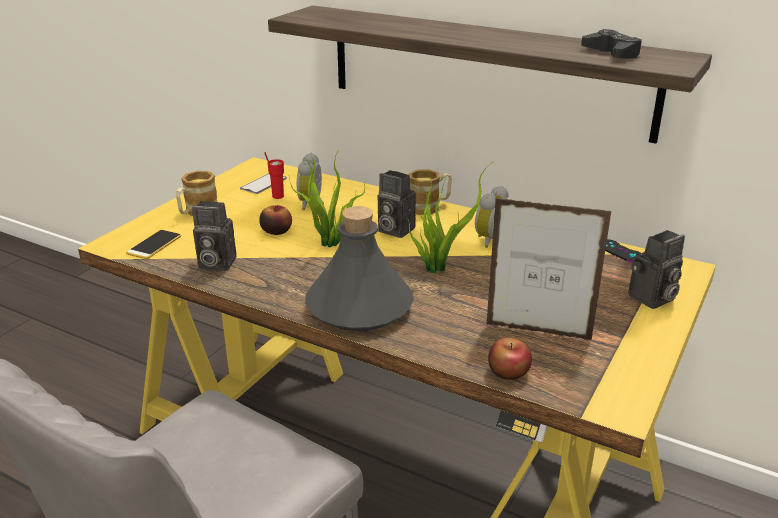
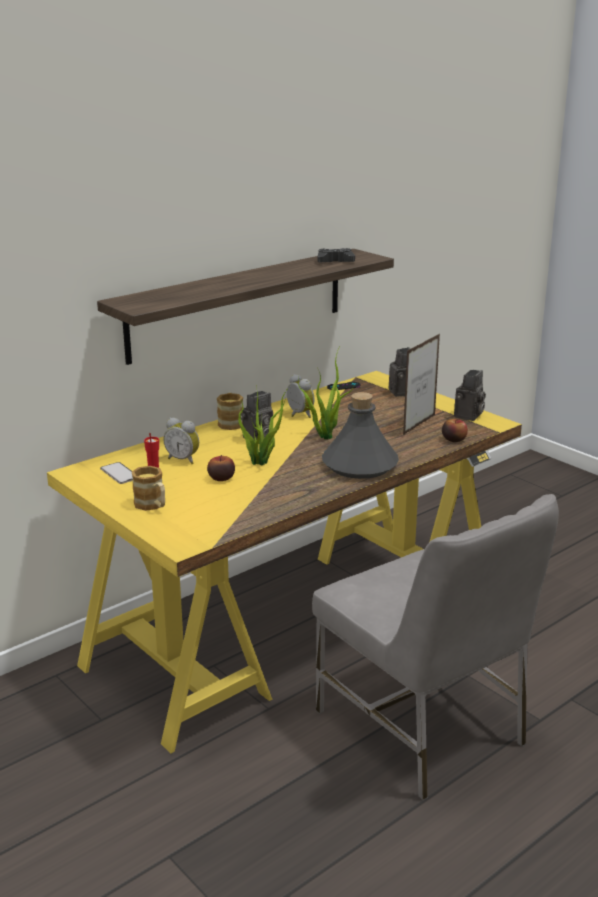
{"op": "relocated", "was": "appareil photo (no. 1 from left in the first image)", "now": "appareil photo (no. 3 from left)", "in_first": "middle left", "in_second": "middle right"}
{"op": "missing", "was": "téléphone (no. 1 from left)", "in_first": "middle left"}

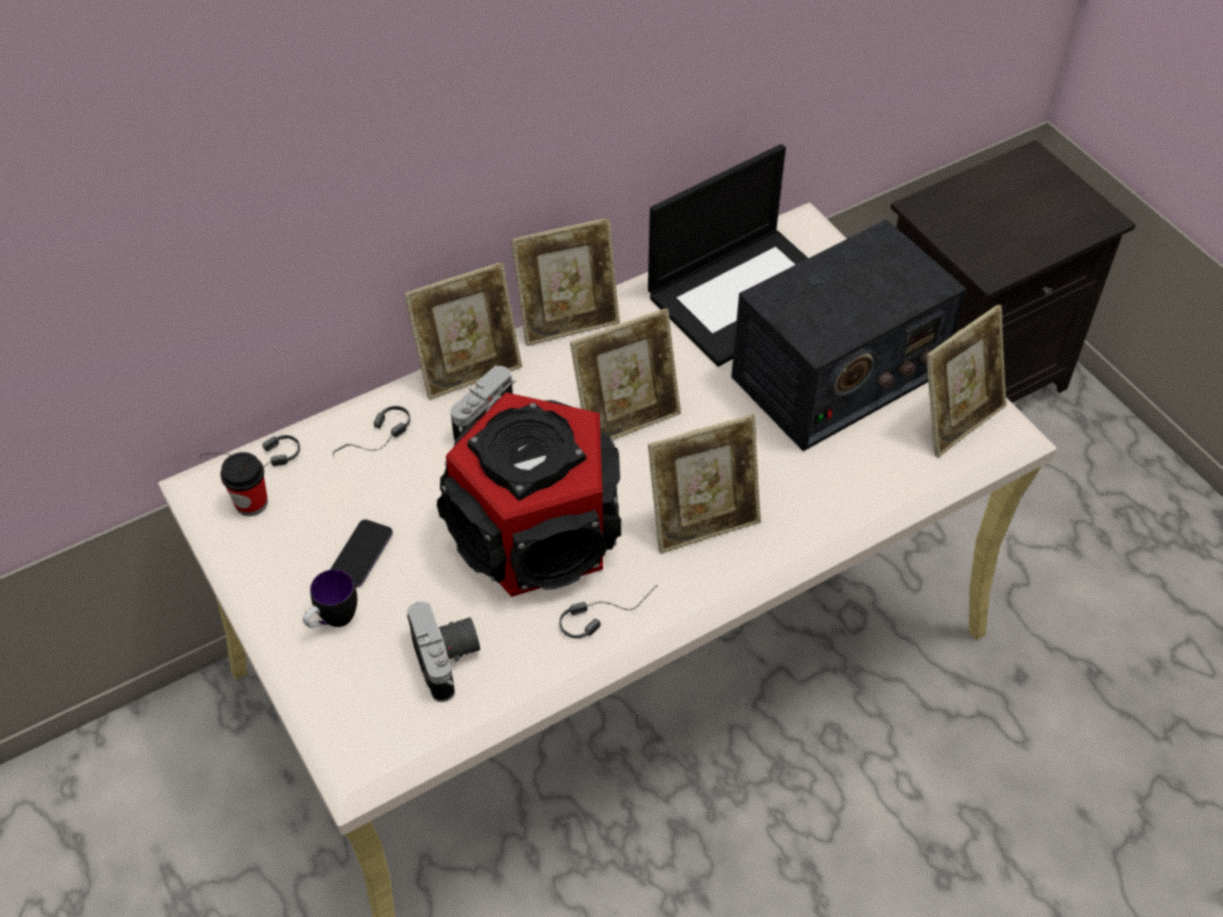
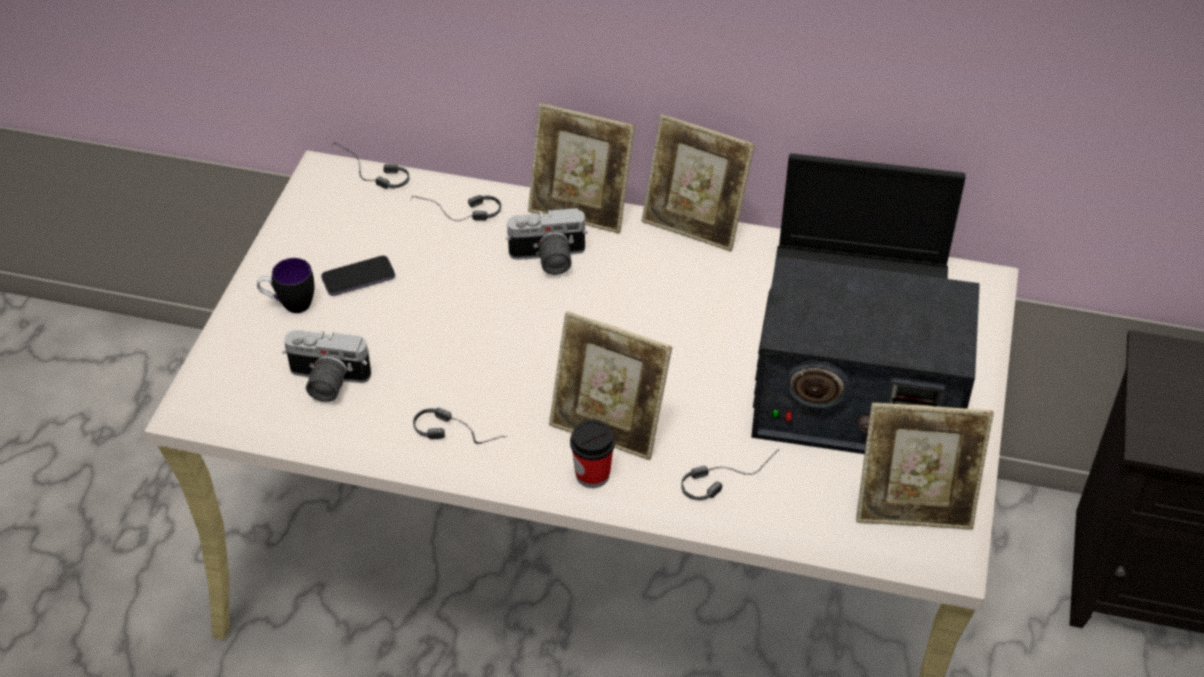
{"op": "missing", "was": "cadre photo (no. 3 from left)", "in_first": "centre"}
{"op": "missing", "was": "enceinte", "in_first": "centre"}
{"op": "relocated", "was": "tasse", "in_first": "middle left", "in_second": "bottom centre"}
{"op": "spun", "was": "appareil photo (no. 1 from left)", "in_first": "bottom centre", "in_second": "middle left", "clockwise": 75}
{"op": "appeared", "now": "casque audio (no. 4 from left)", "in_second": "bottom centre"}

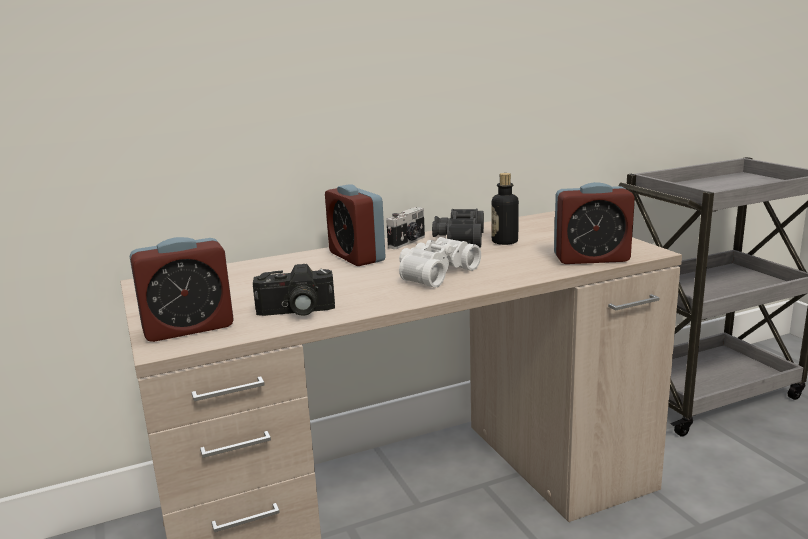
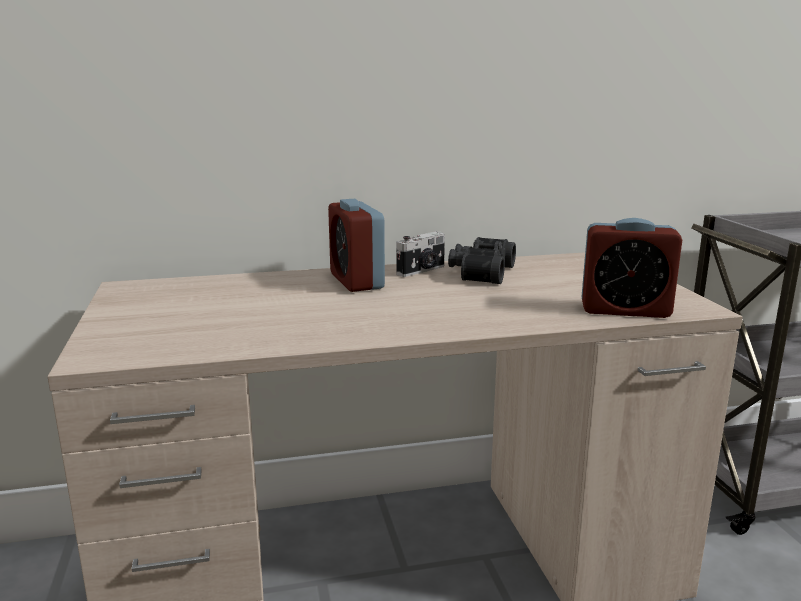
{"op": "missing", "was": "bouteille", "in_first": "centre"}
{"op": "missing", "was": "réveil (no. 1 from left)", "in_first": "middle left"}
{"op": "missing", "was": "jumelles (blanc)", "in_first": "centre"}
{"op": "missing", "was": "appareil photo (no. 1 from left)", "in_first": "centre"}

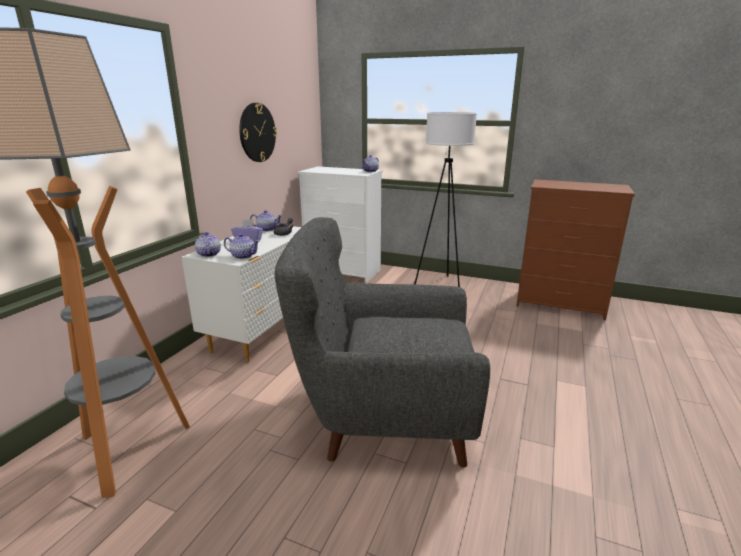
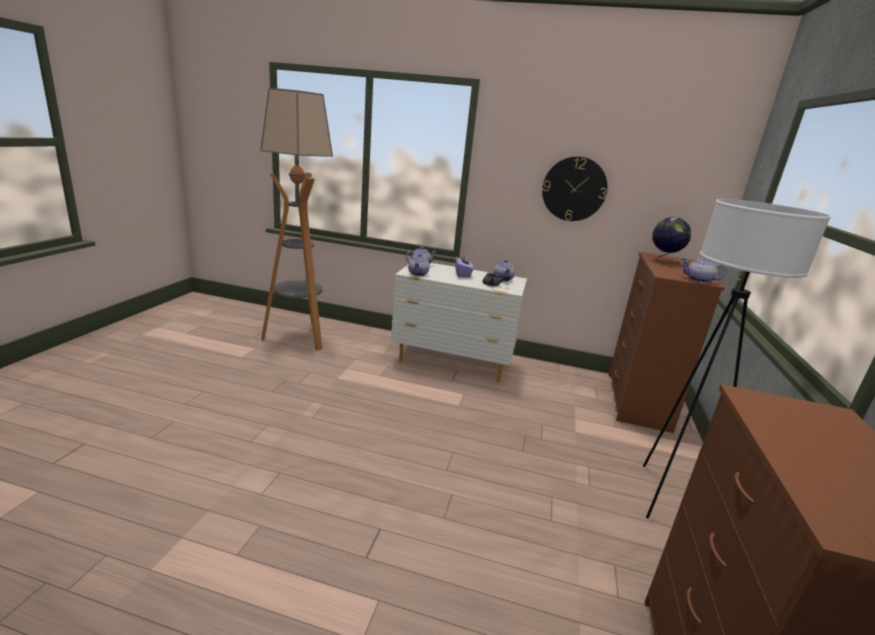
{"op": "colour", "was": "commode (blanc) (no. 2 from left)", "now": "commode (marron) (no. 1 from left)", "in_first": "centre", "in_second": "middle right"}
{"op": "missing", "was": "fauteuil (gris)", "in_first": "centre"}
{"op": "appeared", "now": "globe", "in_second": "middle right"}

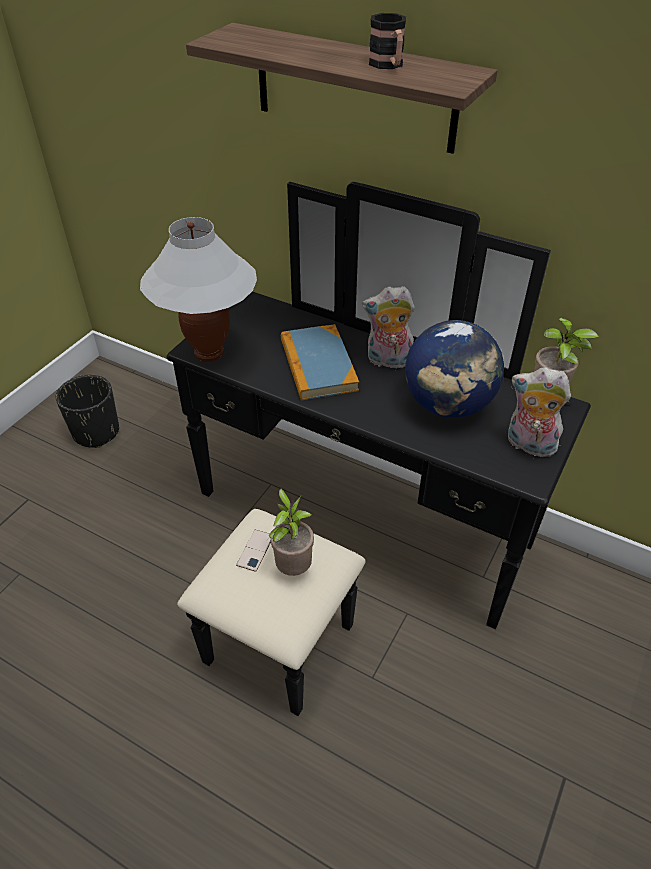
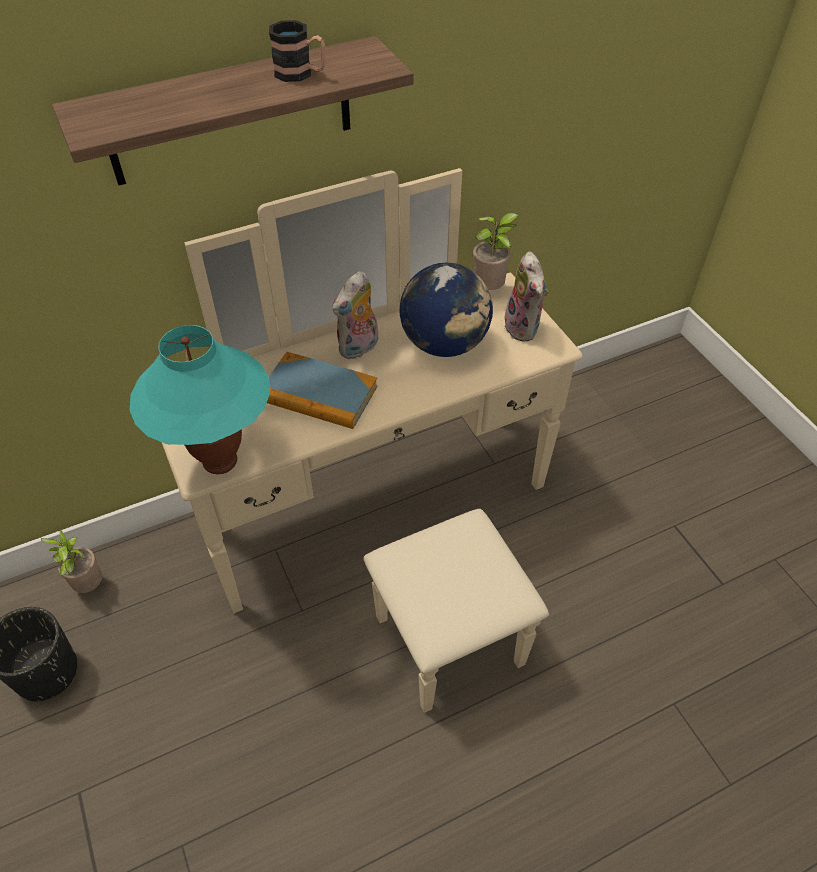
{"op": "colour", "was": "commode (noir)", "now": "commode (beige)", "in_first": "centre", "in_second": "centre"}
{"op": "colour", "was": "lampe de table (blanc)", "now": "lampe de table (turquoise)", "in_first": "top left", "in_second": "middle left"}
{"op": "spun", "was": "peluche (no. 2 from left)", "in_first": "middle right", "in_second": "centre", "clockwise": -75}
{"op": "relocated", "was": "plante en pot (no. 1 from left)", "in_first": "centre", "in_second": "middle left"}
{"op": "missing", "was": "téléphone", "in_first": "centre"}

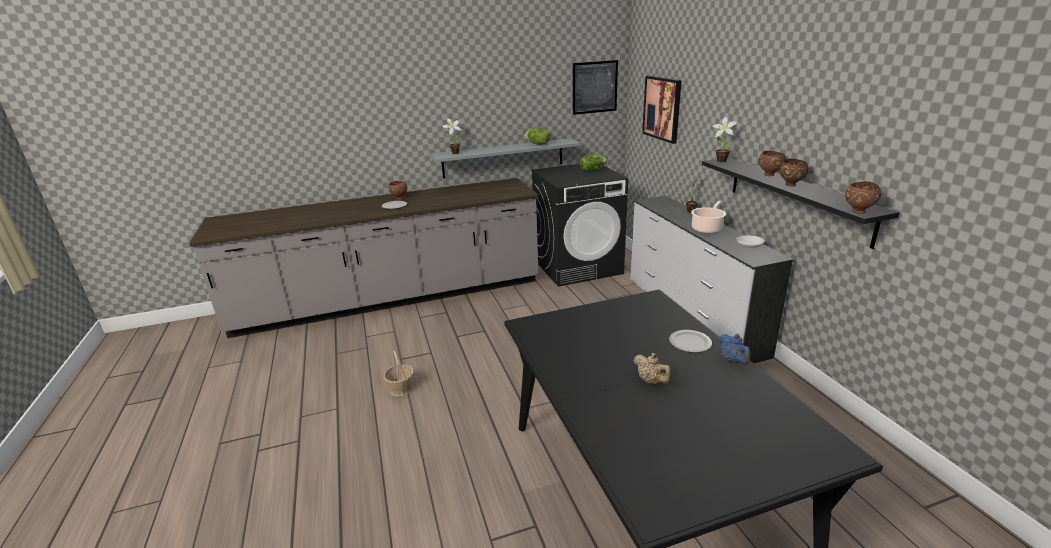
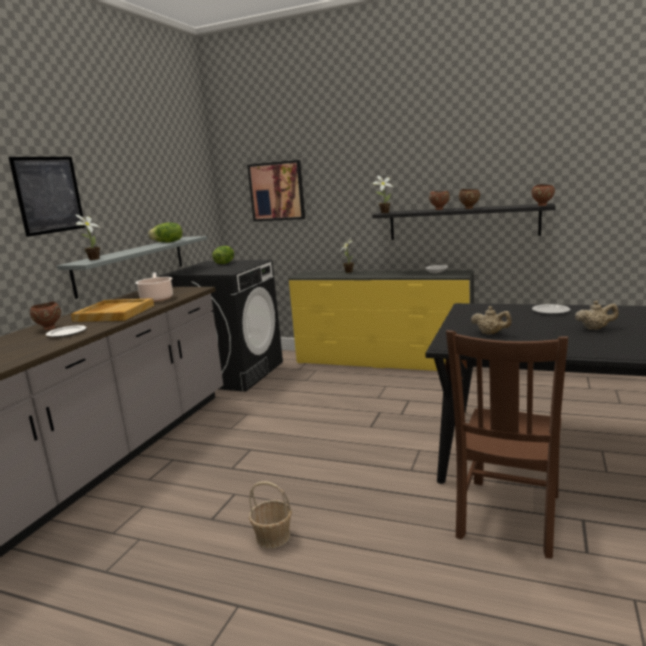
{"op": "relocated", "was": "tableau (no. 1 from left)", "in_first": "top centre", "in_second": "top left"}
{"op": "colour", "was": "commode (blanc)", "now": "commode (jaune)", "in_first": "middle right", "in_second": "centre"}
{"op": "relocated", "was": "marmite", "in_first": "middle right", "in_second": "middle left"}
{"op": "missing", "was": "théière (bleu)", "in_first": "middle right"}
{"op": "appeared", "now": "plateau (beige)", "in_second": "middle left"}
{"op": "appeared", "now": "théière (beige) (no. 1 from left)", "in_second": "middle right"}
{"op": "appeared", "now": "chaise (marron)", "in_second": "bottom right"}

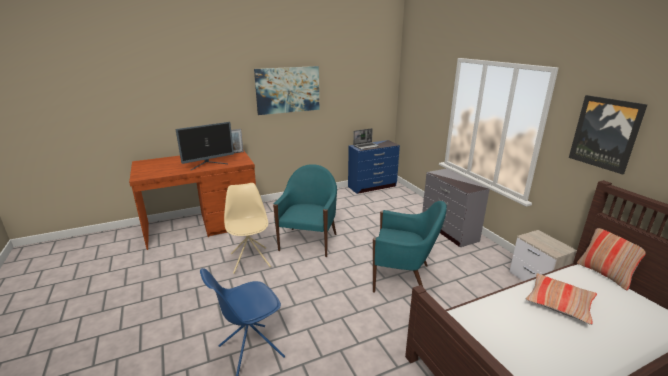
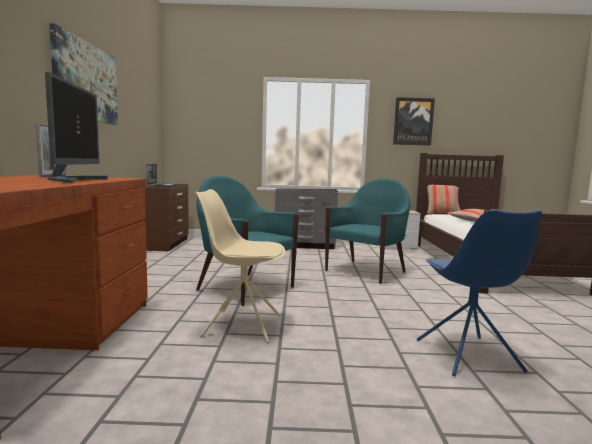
{"op": "colour", "was": "commode (bleu)", "now": "commode (marron)", "in_first": "centre", "in_second": "middle left"}

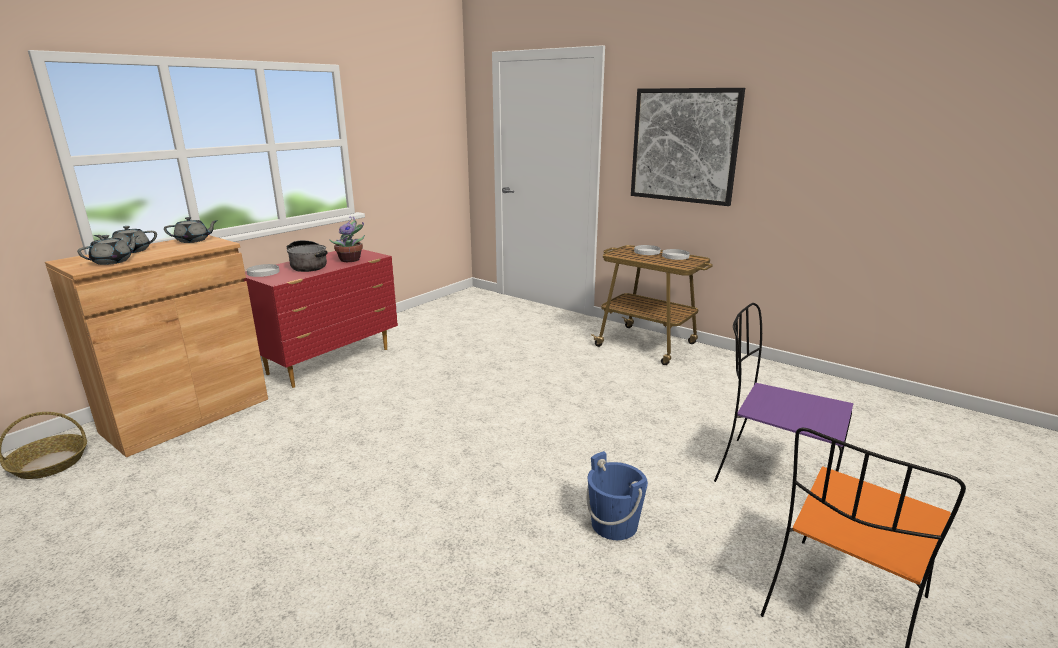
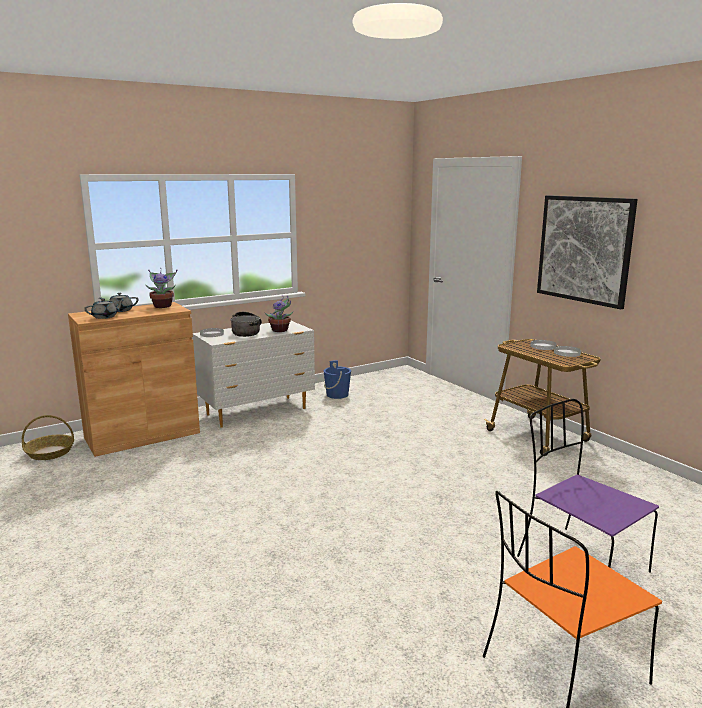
{"op": "exchanged", "was": "théière (gris) (no. 3 from left)", "now": "plante en pot (no. 1 from left)", "in_first": "middle left", "in_second": "middle left"}
{"op": "colour", "was": "commode (rouge)", "now": "commode (blanc)", "in_first": "middle left", "in_second": "centre"}
{"op": "relocated", "was": "seau (bleu)", "in_first": "bottom centre", "in_second": "centre"}

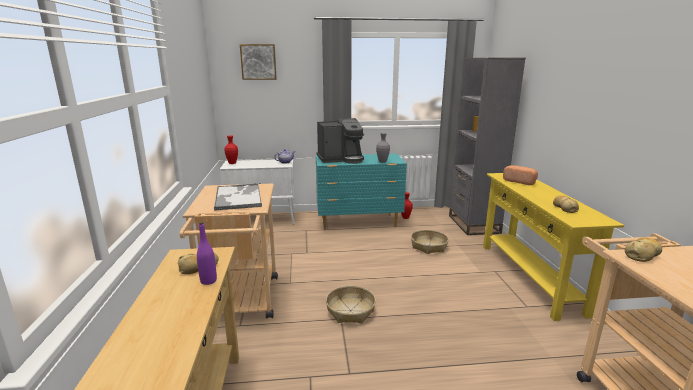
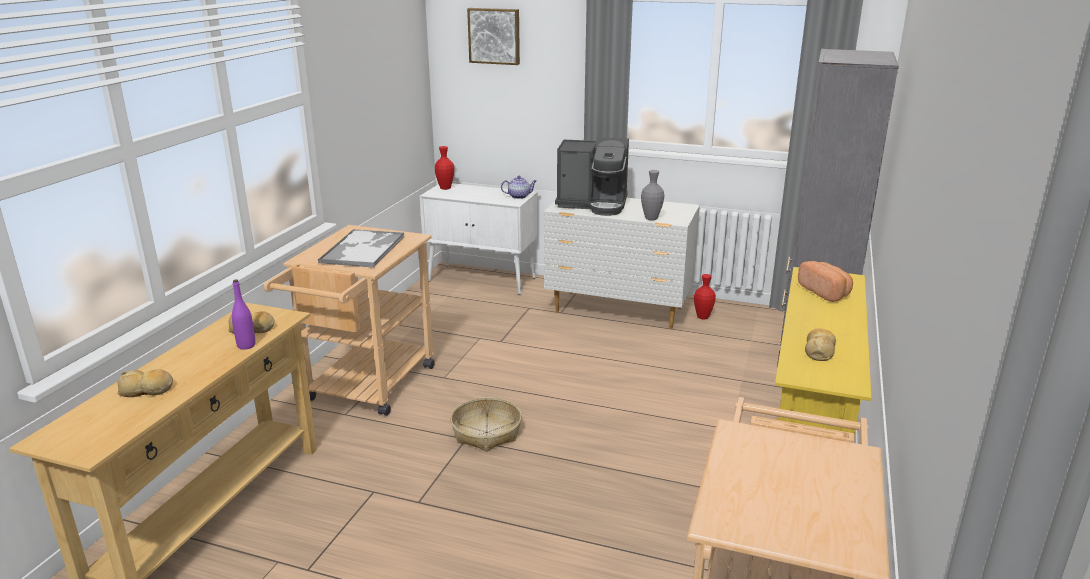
{"op": "colour", "was": "commode (turquoise)", "now": "commode (blanc)", "in_first": "centre", "in_second": "centre"}
{"op": "missing", "was": "panier (no. 2 from left)", "in_first": "centre"}
{"op": "relocated", "was": "pain (no. 4 from left in the first image)", "now": "pain (no. 1 from left)", "in_first": "middle right", "in_second": "middle left"}

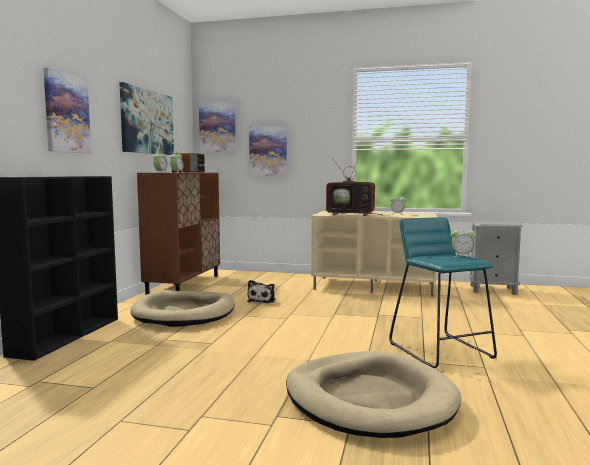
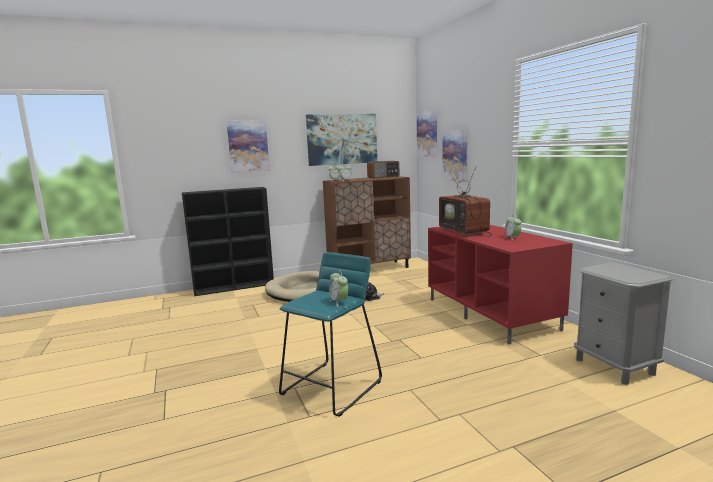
{"op": "colour", "was": "meuble télé (beige)", "now": "meuble télé (rouge)", "in_first": "centre", "in_second": "middle right"}
{"op": "missing", "was": "panier pour chien (beige) (no. 2 from left)", "in_first": "bottom centre"}

